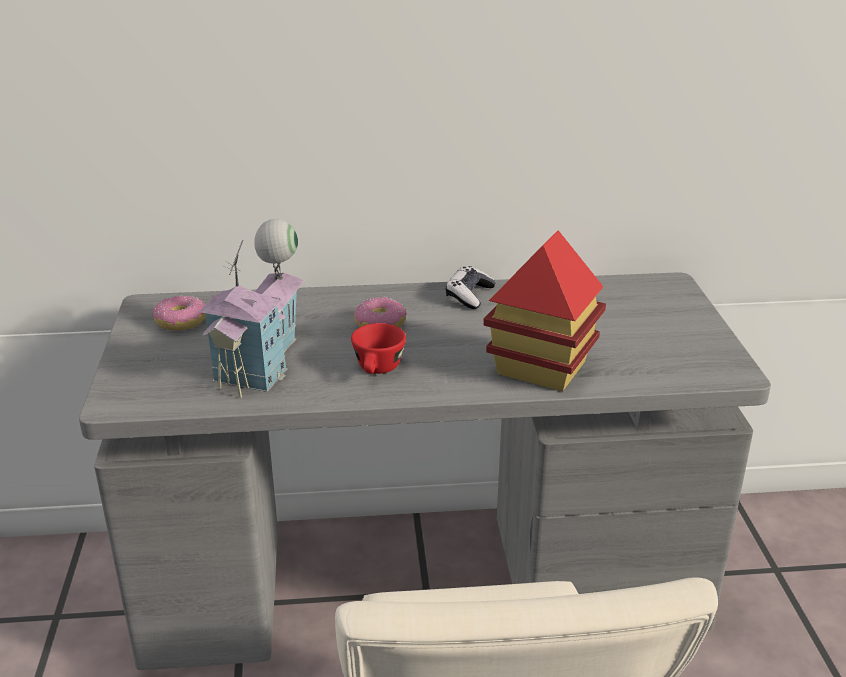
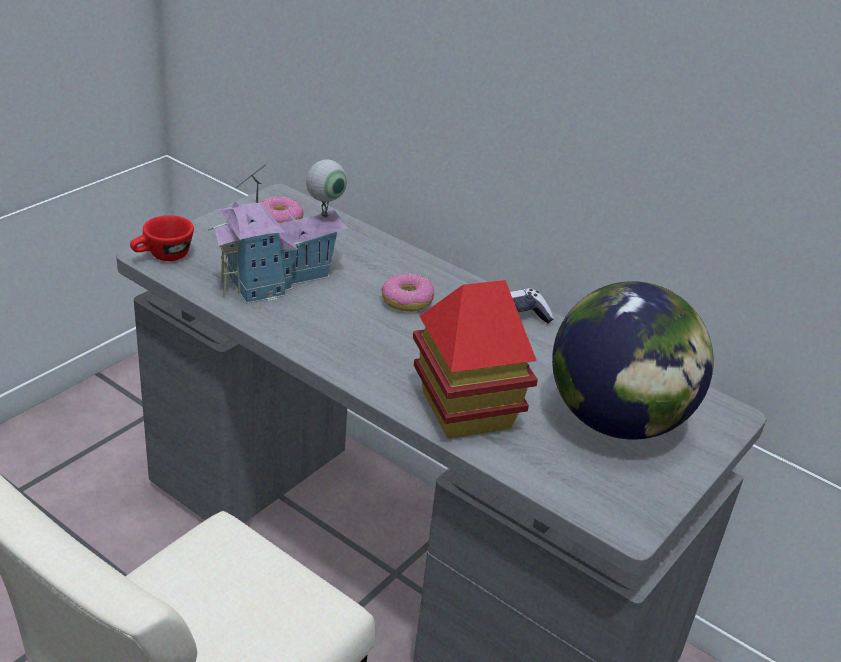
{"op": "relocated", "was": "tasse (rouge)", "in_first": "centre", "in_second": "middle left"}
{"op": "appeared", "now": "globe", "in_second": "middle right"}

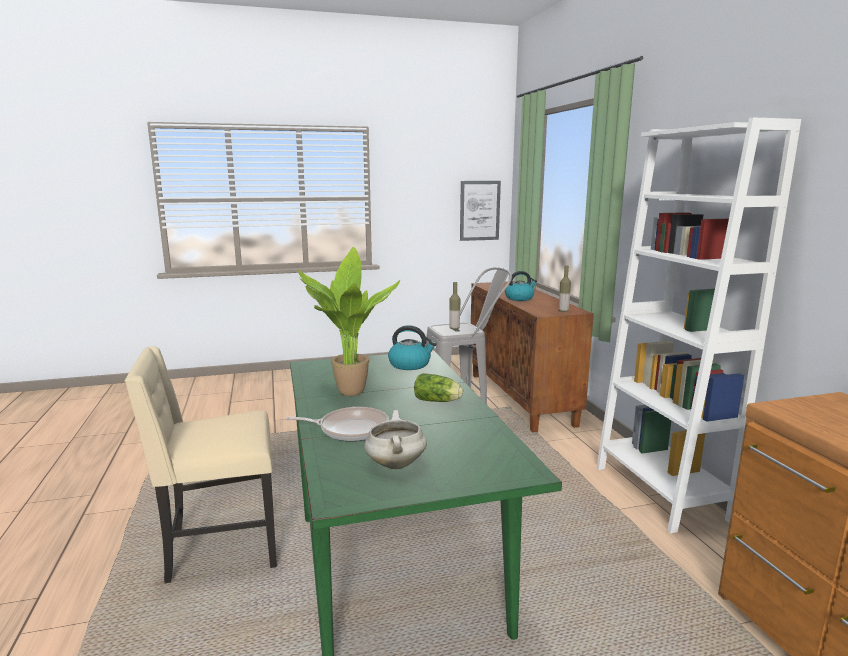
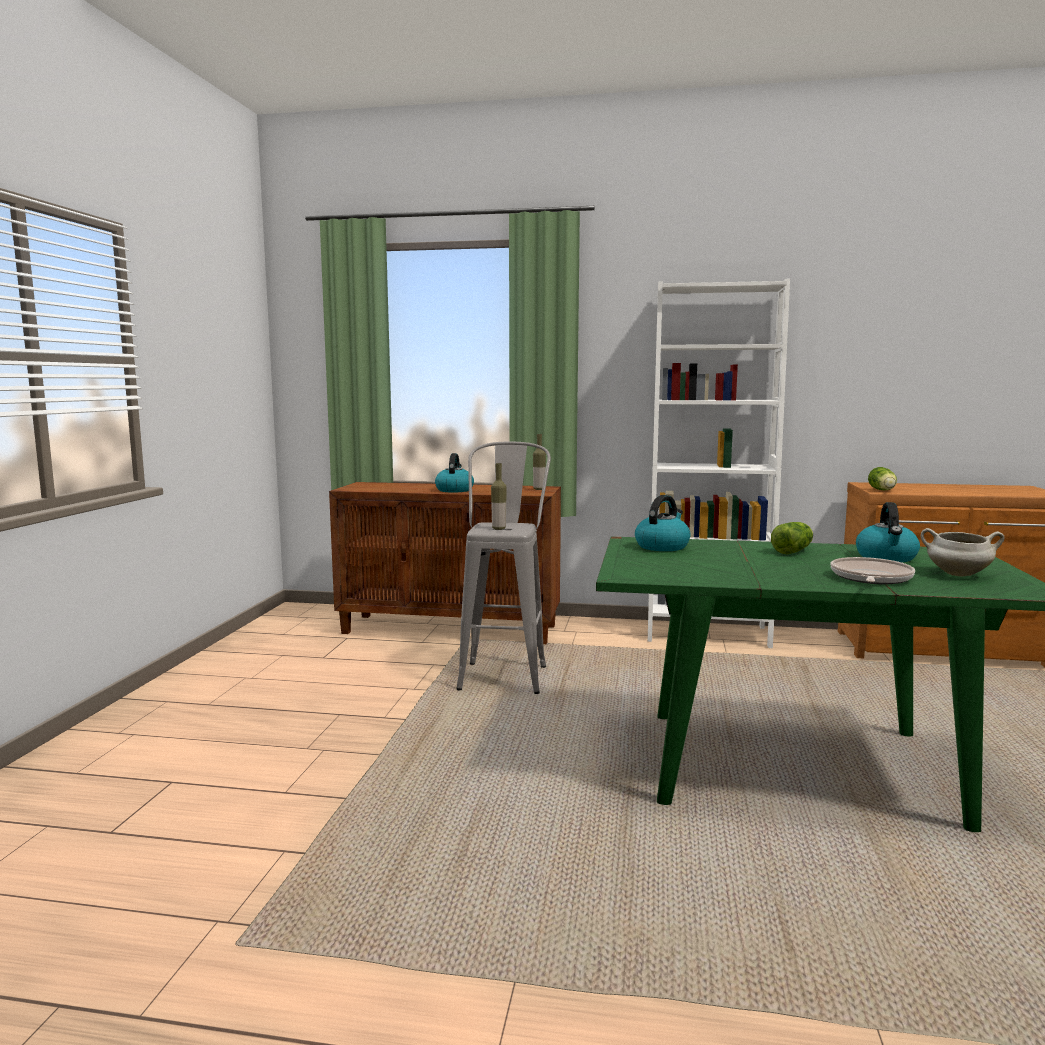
{"op": "missing", "was": "tableau", "in_first": "top centre"}
{"op": "missing", "was": "plante en pot", "in_first": "centre"}
{"op": "missing", "was": "chaise (beige)", "in_first": "bottom left"}
{"op": "appeared", "now": "laitue (no. 2 from left)", "in_second": "middle right"}
{"op": "appeared", "now": "bouilloire (no. 3 from left)", "in_second": "middle right"}

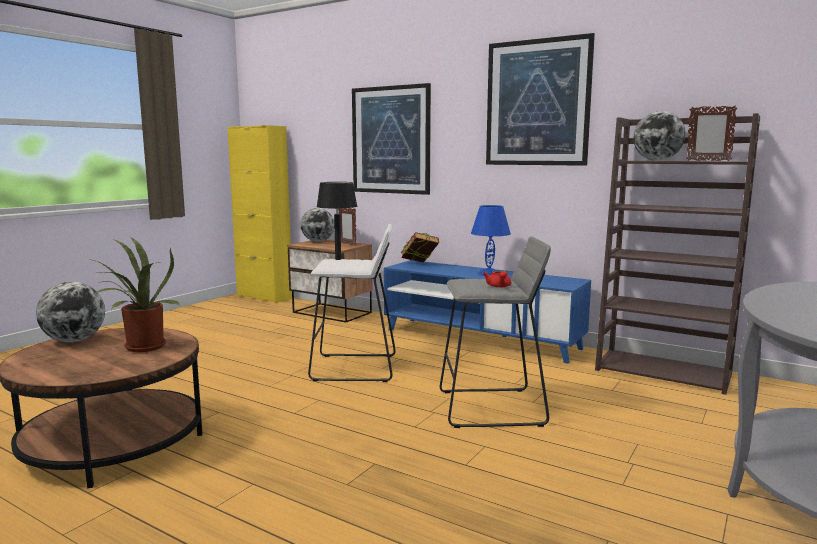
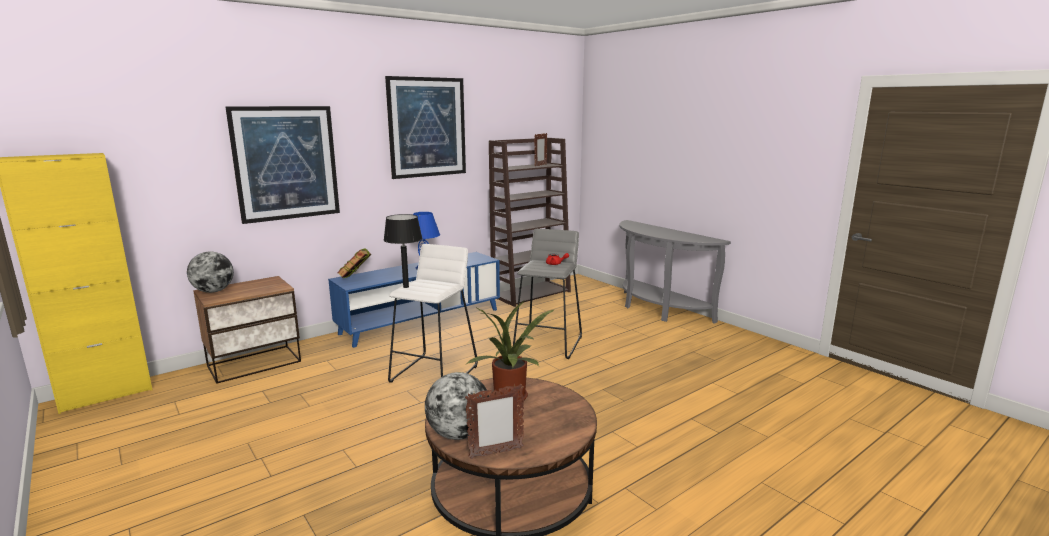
{"op": "missing", "was": "globe (no. 3 from left)", "in_first": "top right"}
{"op": "relocated", "was": "cadre photo (no. 1 from left)", "in_first": "centre", "in_second": "bottom centre"}

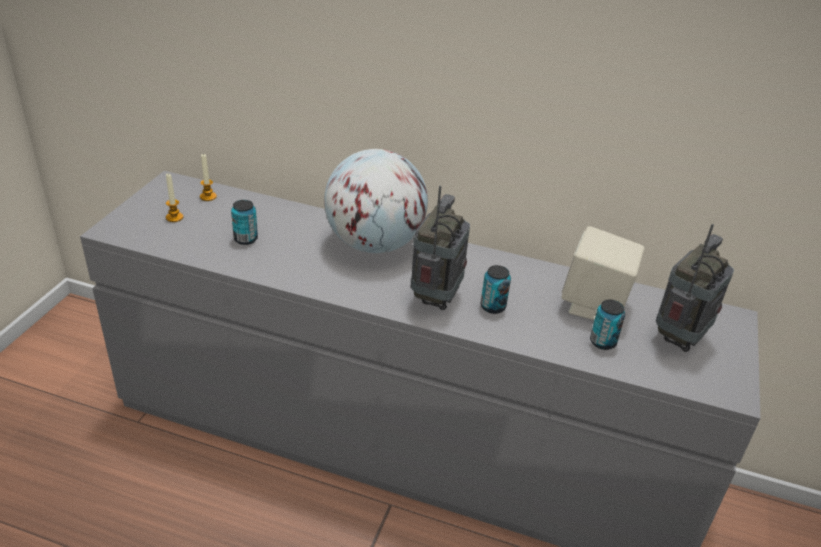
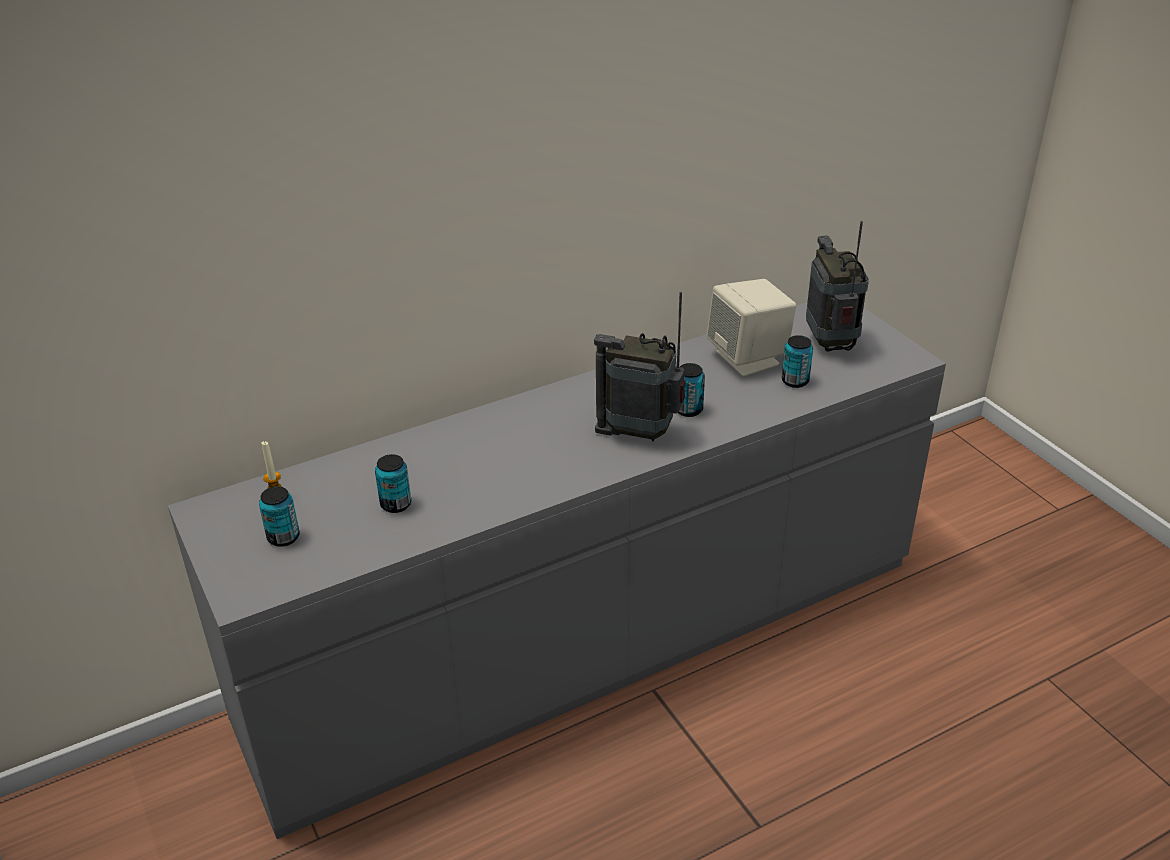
{"op": "missing", "was": "globe", "in_first": "centre"}
{"op": "exchanged", "was": "bougie (no. 1 from left)", "now": "boîte métallique (no. 1 from left)", "in_first": "middle left", "in_second": "middle left"}
{"op": "spun", "was": "radio (no. 1 from left)", "in_first": "centre", "in_second": "centre", "clockwise": -45}

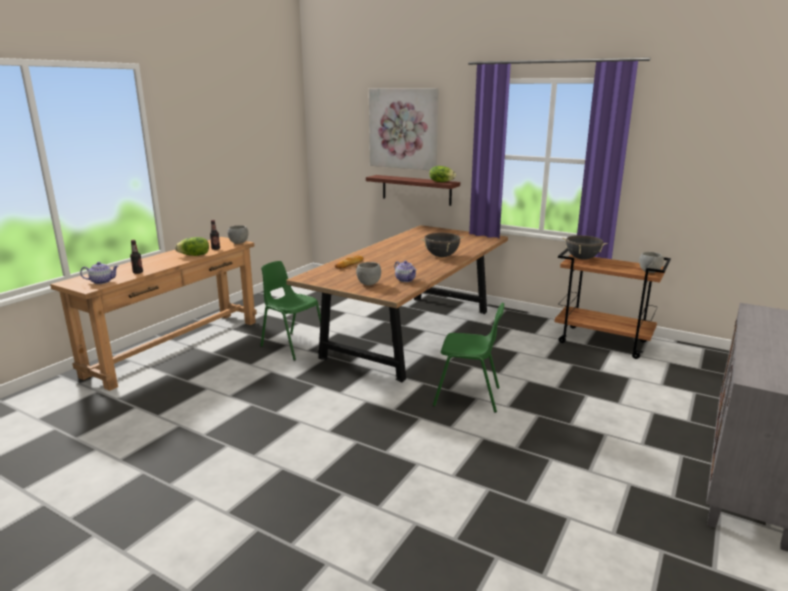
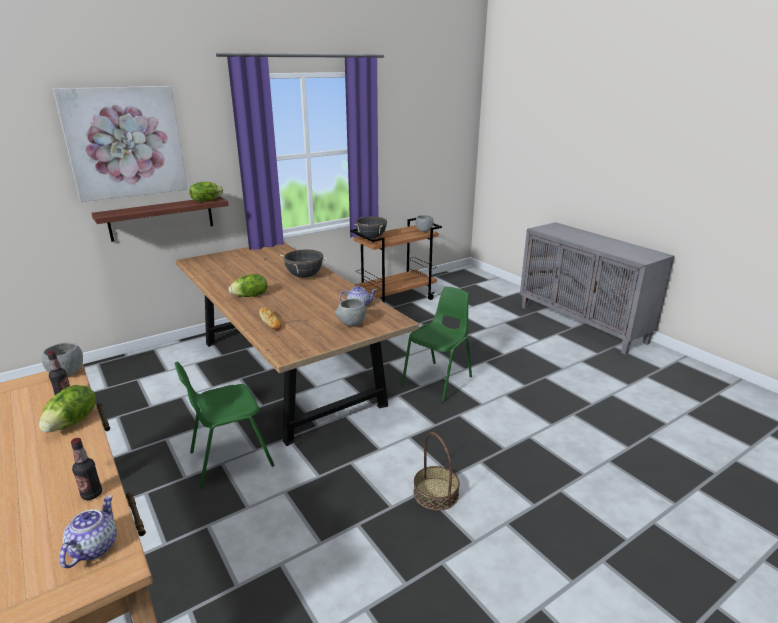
{"op": "appeared", "now": "laitue (no. 3 from left)", "in_second": "middle left"}
{"op": "appeared", "now": "panier", "in_second": "bottom centre"}

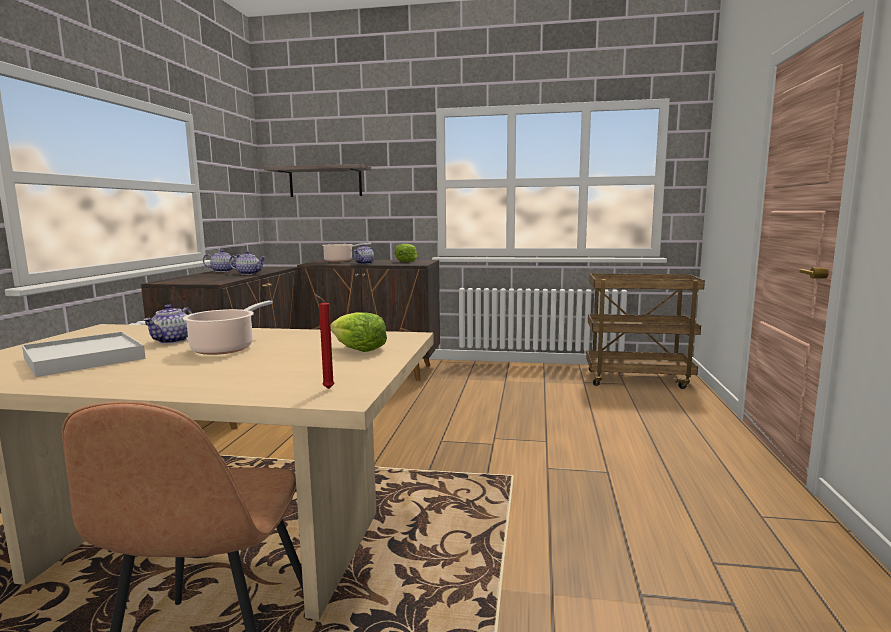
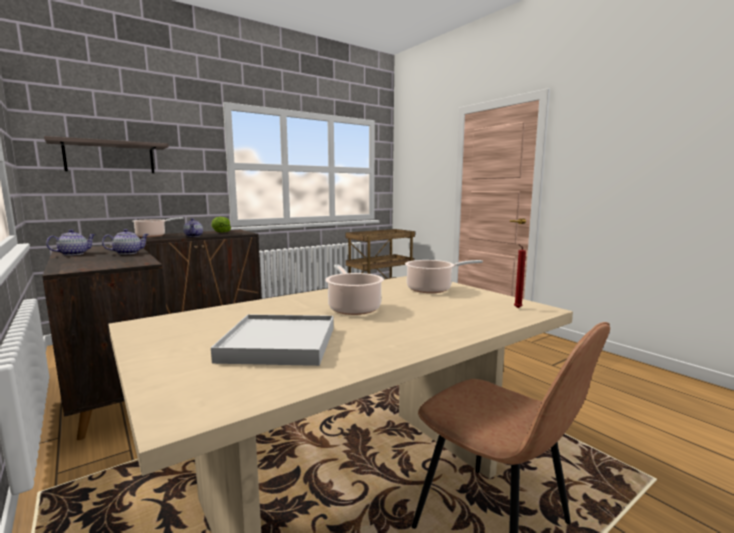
{"op": "missing", "was": "théière (no. 1 from left)", "in_first": "middle left"}
{"op": "exchanged", "was": "laitue (no. 1 from left)", "now": "marmite (no. 3 from left)", "in_first": "centre", "in_second": "centre"}

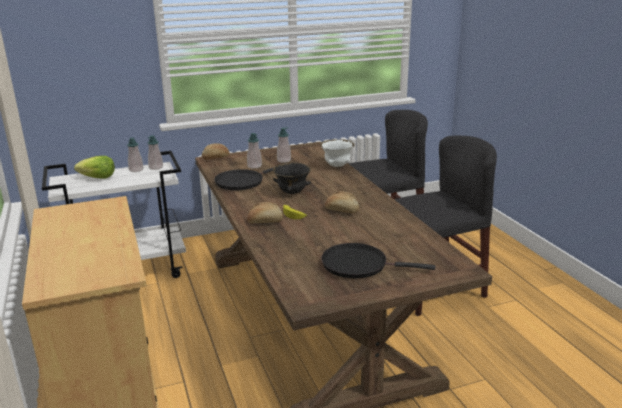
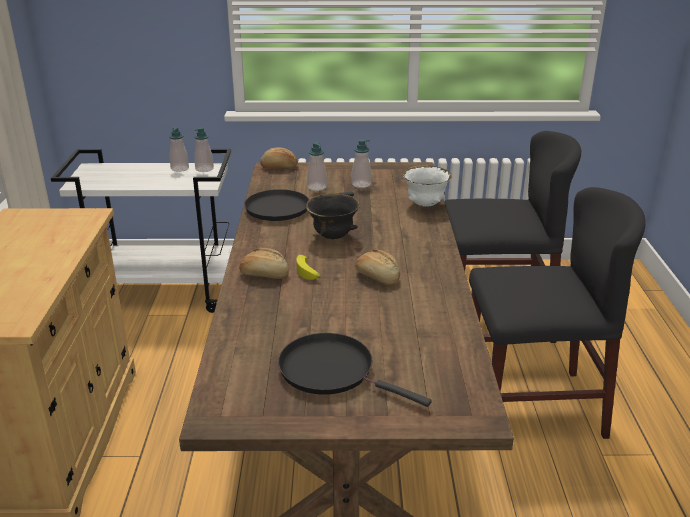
{"op": "missing", "was": "laitue", "in_first": "middle left"}

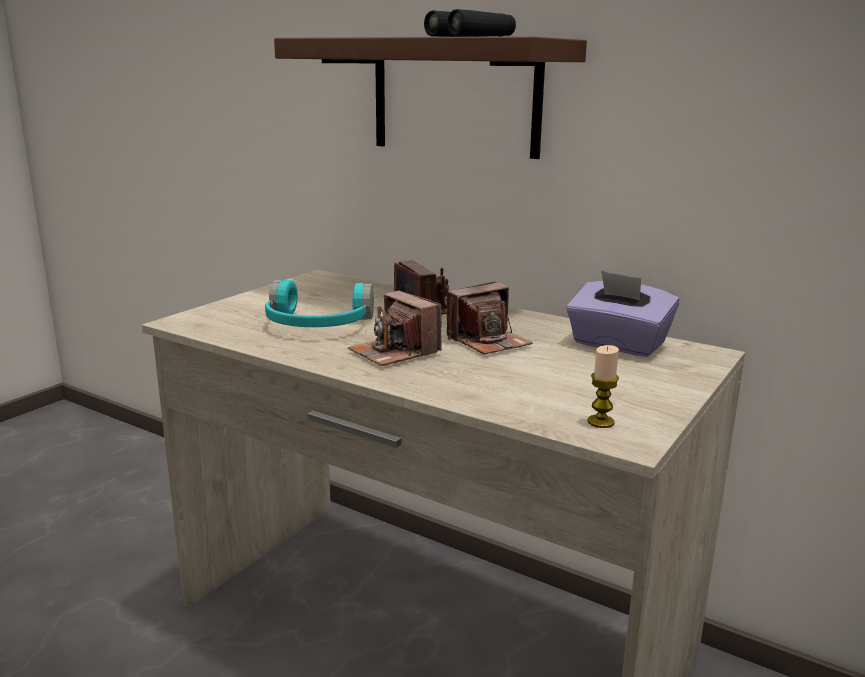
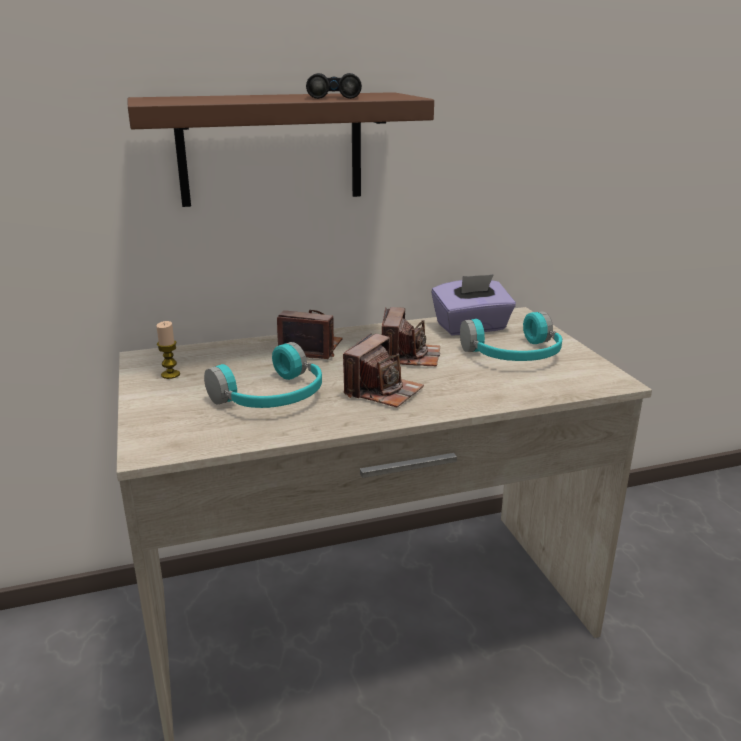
{"op": "spun", "was": "appareil photo (no. 1 from left in the first image)", "in_first": "centre", "in_second": "centre", "clockwise": -60}
{"op": "relocated", "was": "bougie", "in_first": "middle right", "in_second": "middle left"}
{"op": "appeared", "now": "casque audio (turquoise) (no. 2 from left)", "in_second": "middle right"}

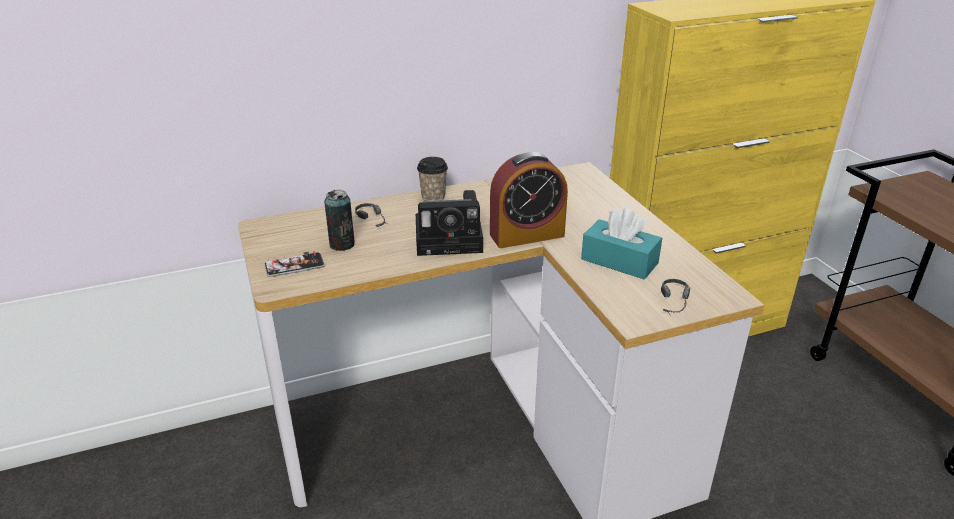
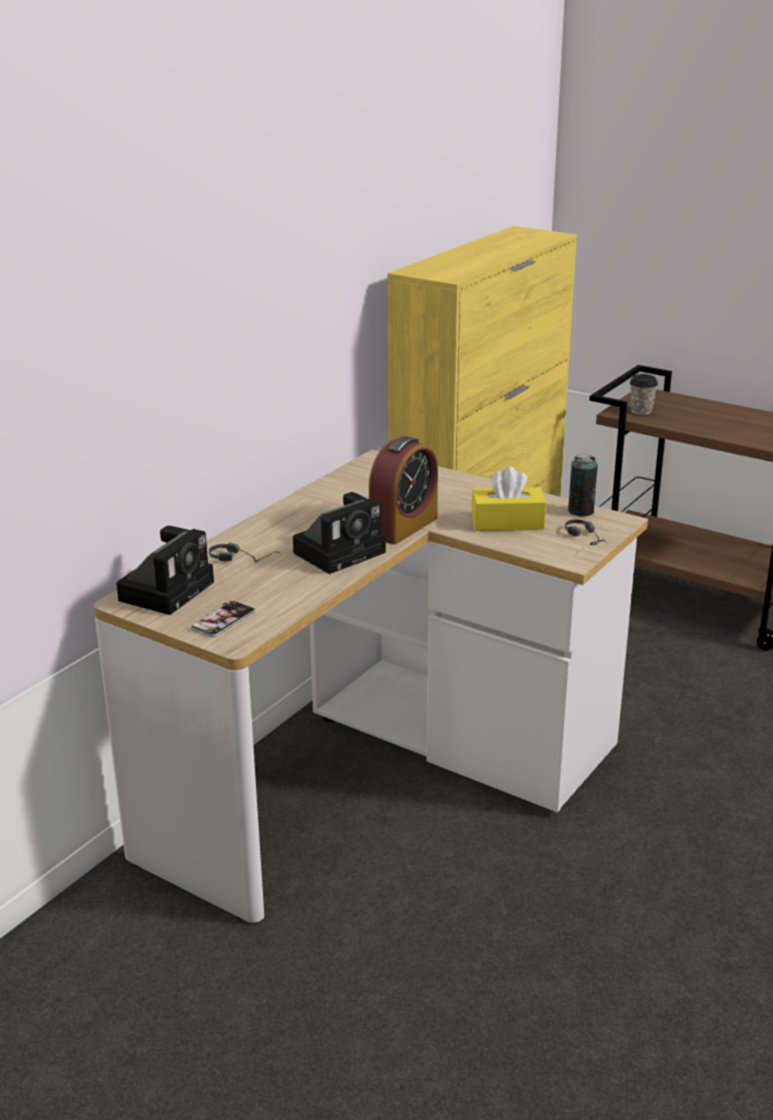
{"op": "relocated", "was": "tasse", "in_first": "centre", "in_second": "middle right"}
{"op": "relocated", "was": "boîte métallique", "in_first": "centre", "in_second": "middle right"}
{"op": "colour", "was": "boîte à mouchoirs (turquoise)", "now": "boîte à mouchoirs (jaune)", "in_first": "centre", "in_second": "centre"}
{"op": "appeared", "now": "appareil photo (no. 1 from left)", "in_second": "middle left"}

